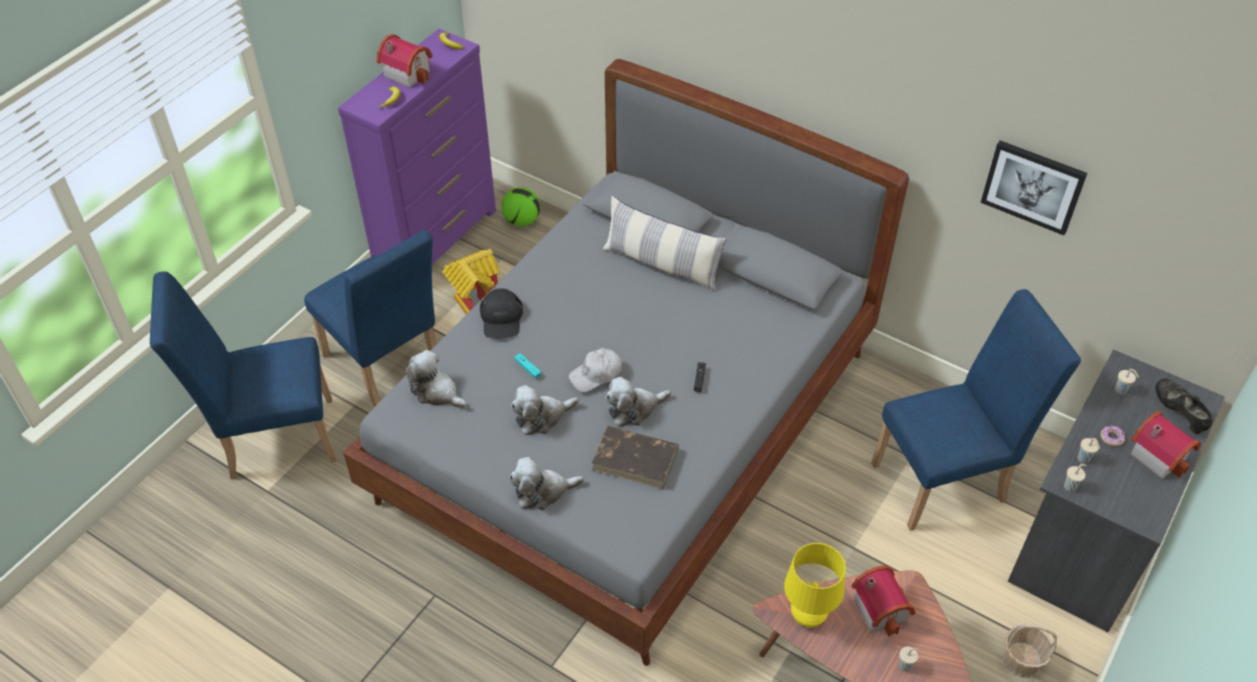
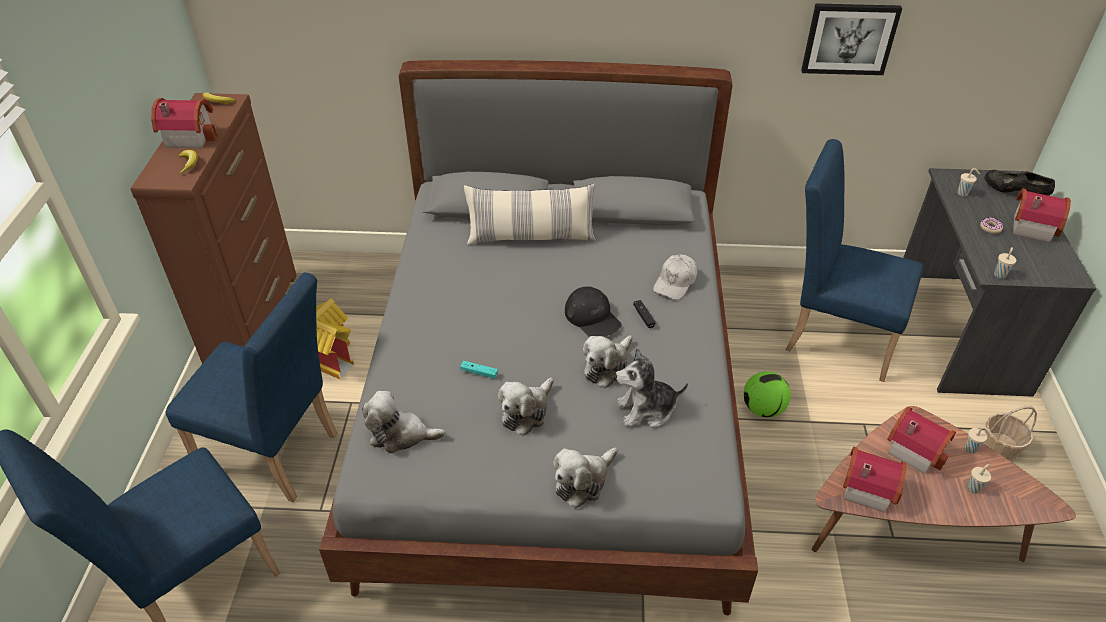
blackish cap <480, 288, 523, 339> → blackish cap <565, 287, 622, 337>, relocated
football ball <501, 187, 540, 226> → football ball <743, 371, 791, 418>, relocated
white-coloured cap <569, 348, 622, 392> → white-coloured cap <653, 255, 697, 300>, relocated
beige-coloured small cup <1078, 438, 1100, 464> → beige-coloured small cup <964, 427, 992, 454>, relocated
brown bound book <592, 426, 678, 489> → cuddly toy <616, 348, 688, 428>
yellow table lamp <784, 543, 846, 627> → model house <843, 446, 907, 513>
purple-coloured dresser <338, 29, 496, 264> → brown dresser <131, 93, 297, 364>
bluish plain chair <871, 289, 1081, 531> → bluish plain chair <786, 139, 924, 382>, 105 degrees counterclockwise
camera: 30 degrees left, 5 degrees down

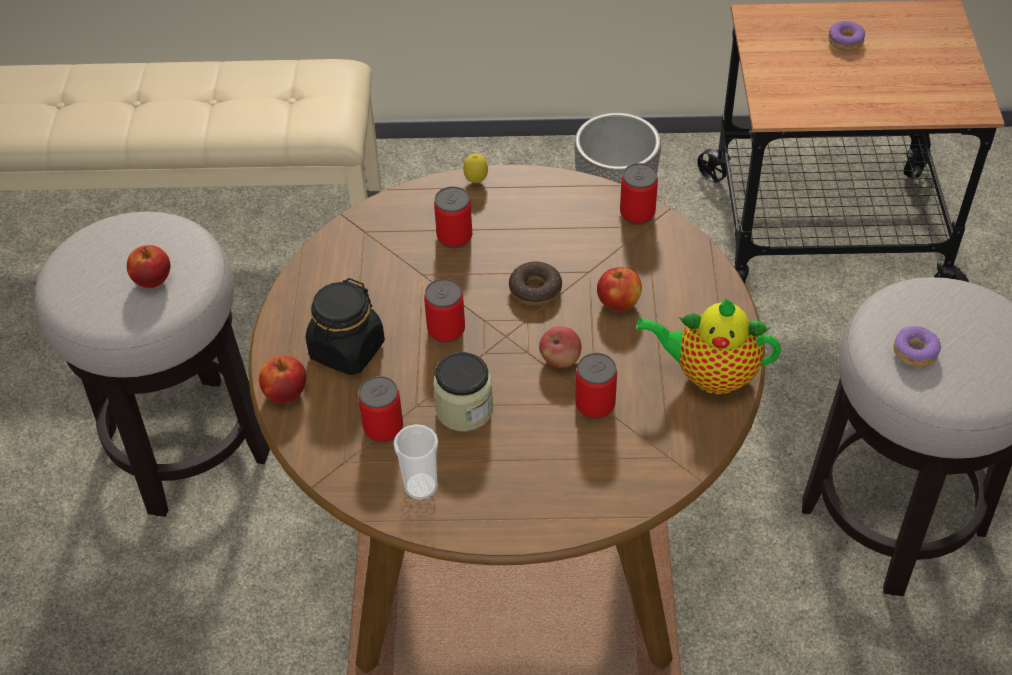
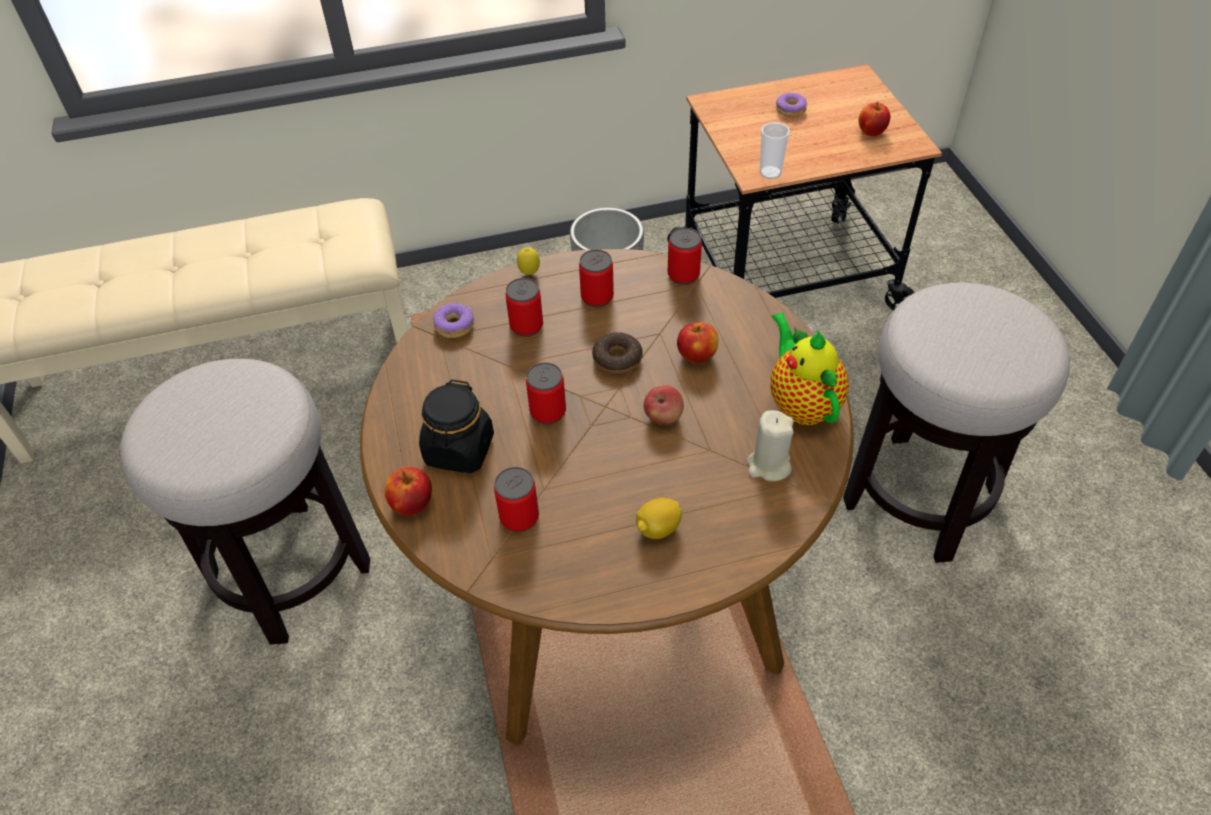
jar <433, 352, 493, 431> → -
- → whole lemon <636, 498, 682, 539>
- → beige-coloured wax candle <747, 410, 794, 481>
apple <127, 245, 170, 288> → apple <859, 102, 890, 136>, relocated
small cup <393, 424, 438, 500> → small cup <760, 122, 790, 179>, relocated
sealed can <575, 353, 617, 419> → sealed can <579, 250, 614, 307>, relocated
donut <893, 326, 941, 367> → donut <433, 303, 474, 338>, relocated
teapot <636, 298, 781, 394> → teapot <770, 312, 849, 425>, 75 degrees clockwise
camera: 15 degrees left, 0 degrees up

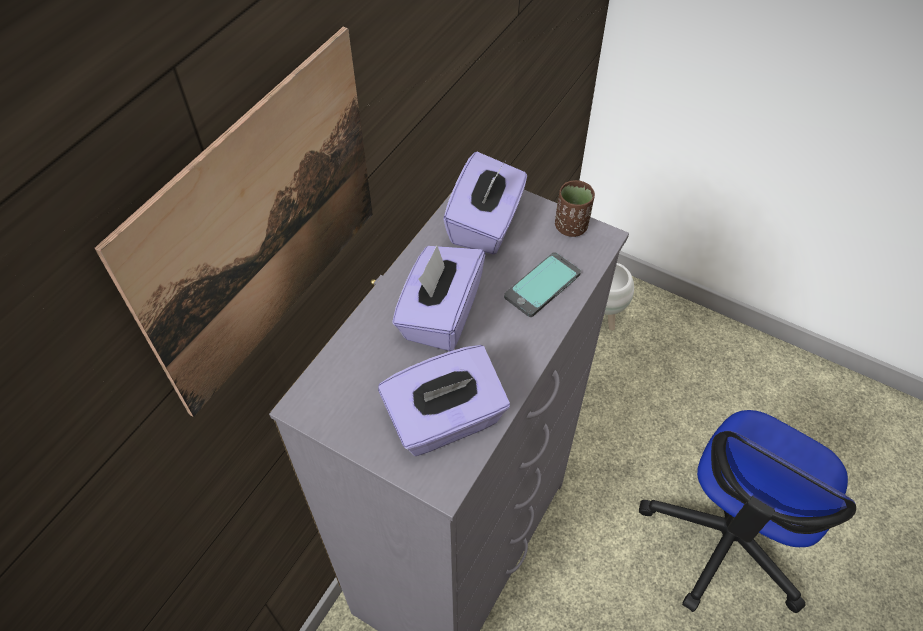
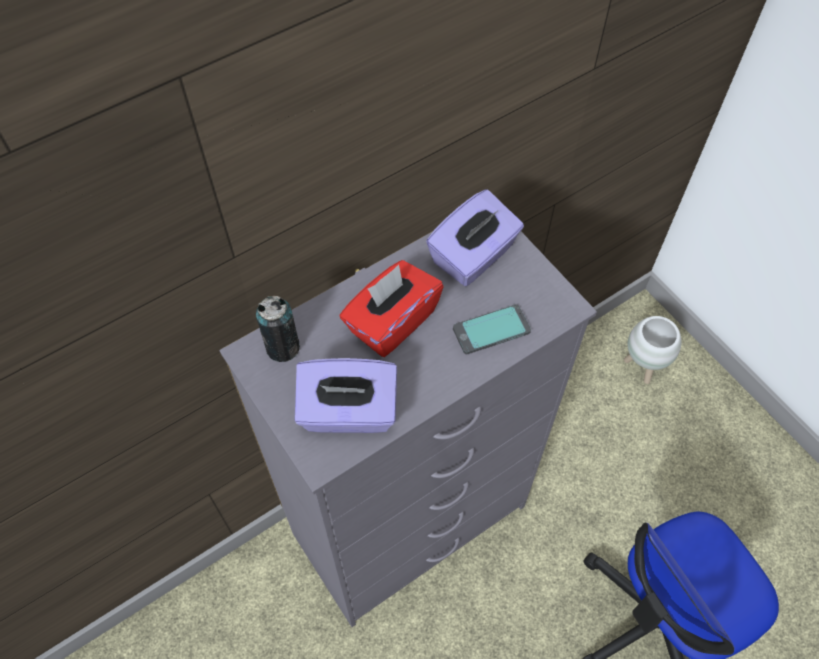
wall picture <94, 27, 373, 417> → -
brown small cup <555, 180, 595, 237> → -
- → sealed can <256, 296, 300, 362>
purple-coloured tissue box <392, 246, 485, 351> → red tissue box <340, 260, 444, 357>
camera: 25 degrees right, 5 degrees up

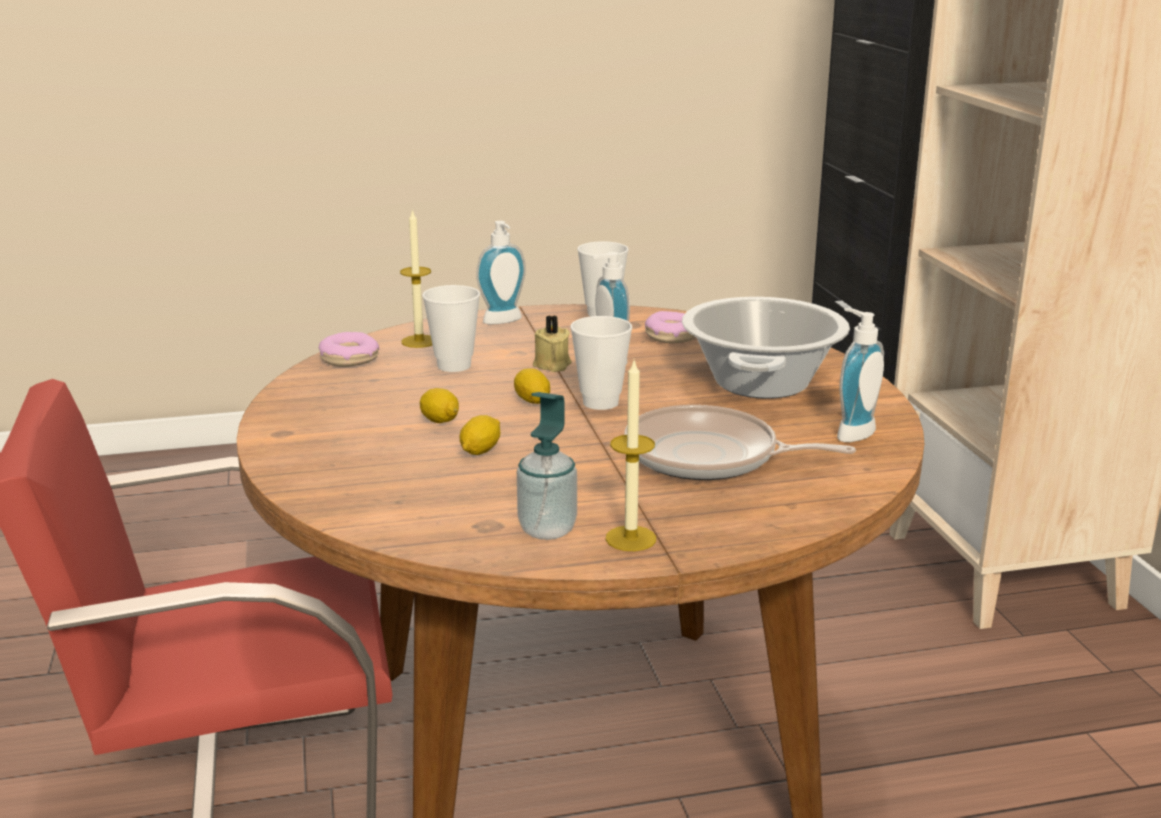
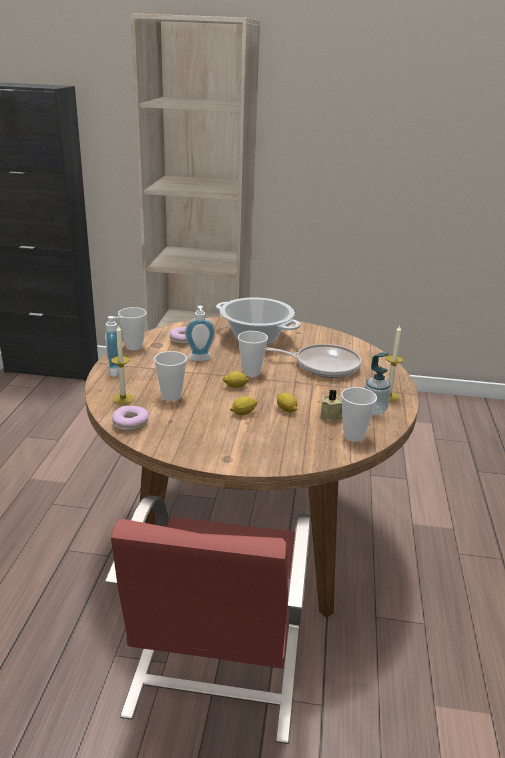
soap bottle <837, 308, 884, 442> → -
- → small cup <341, 387, 377, 442>
beige-coloured wax candle <533, 315, 572, 372> → beige-coloured wax candle <320, 390, 342, 423>, relocated
frying pan <625, 405, 856, 480> → frying pan <265, 344, 362, 378>, 120 degrees counterclockwise
camera: 70 degrees left, 5 degrees up

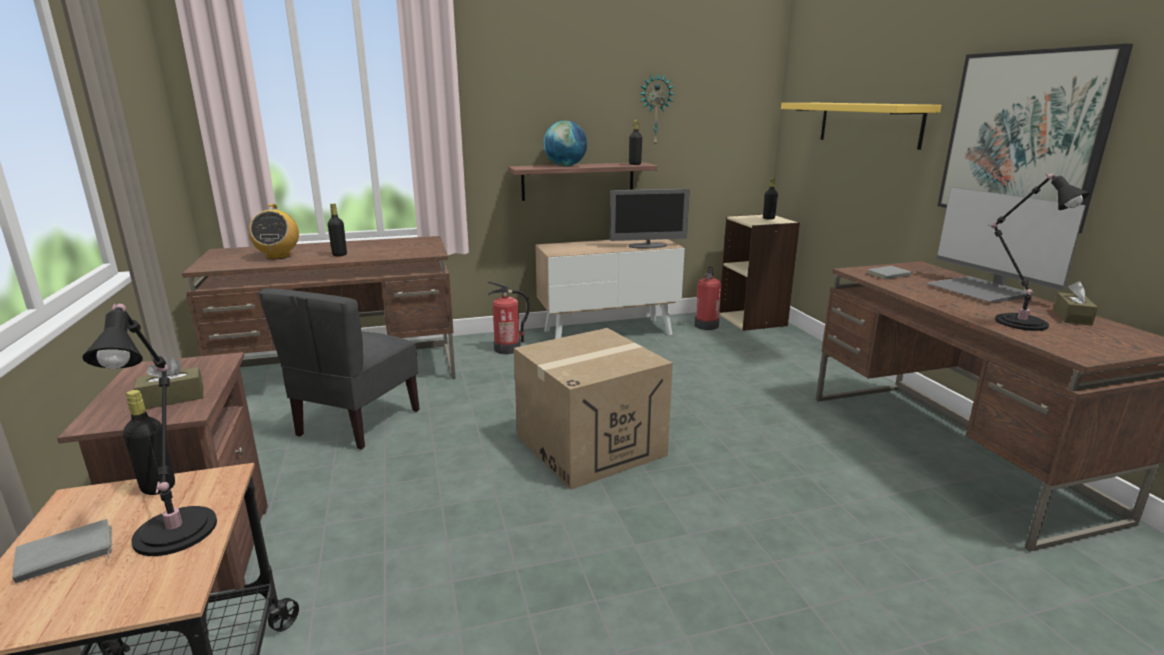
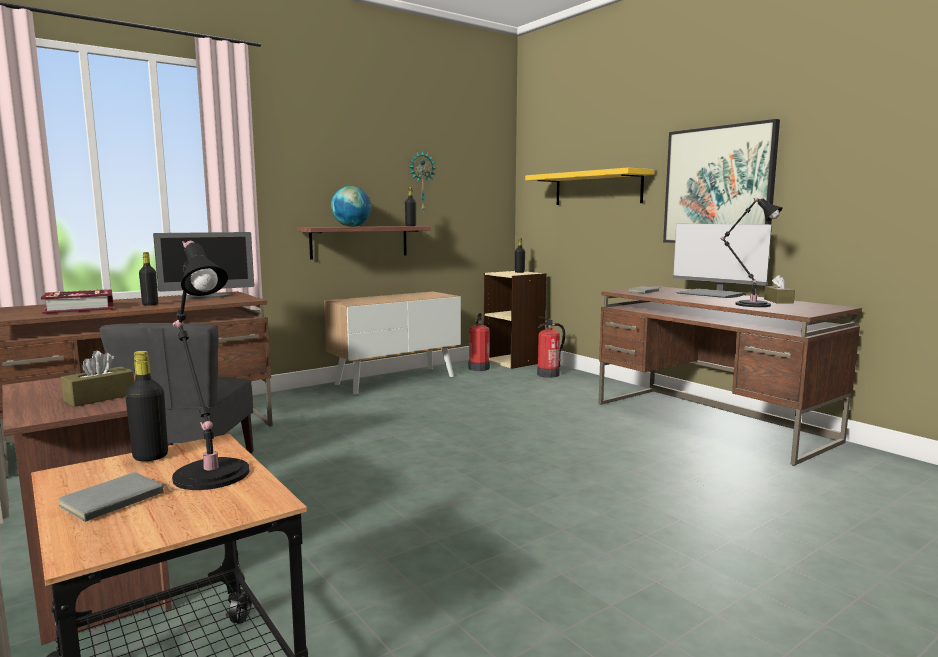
packing box <514, 328, 673, 490> → -
fire extinguisher <488, 281, 530, 354> → fire extinguisher <537, 316, 565, 378>, relocated
computer display <610, 189, 690, 249> → computer display <153, 232, 254, 299>, relocated
radio set <249, 204, 299, 259> → bound book <41, 289, 113, 314>
camera: 20 degrees left, 10 degrees down

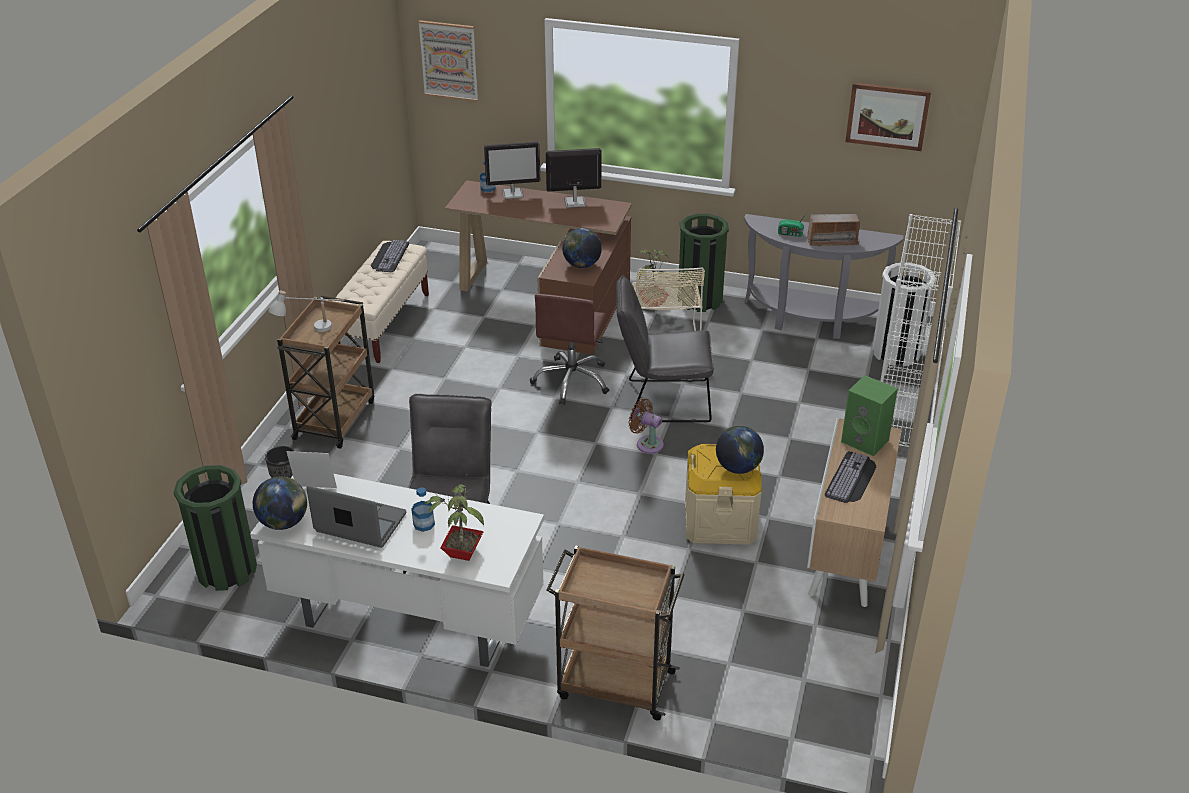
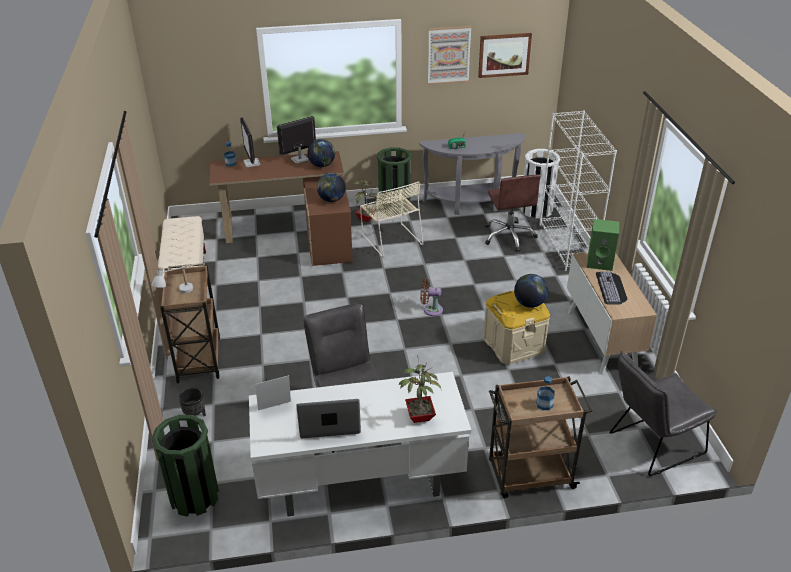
PC keyboard <371, 240, 409, 272> → -
radio set <807, 214, 860, 246> → -
world globe <253, 476, 307, 530> → world globe <307, 139, 335, 167>, relocated
beverage bottle <411, 487, 435, 532> → beverage bottle <536, 376, 554, 410>, relocated
wall picture <418, 20, 478, 102> → wall picture <428, 26, 471, 85>, relocated
brown desk chair <530, 294, 609, 405> → brown desk chair <485, 175, 541, 252>, relocated
gray plain chair <616, 275, 715, 423> → gray plain chair <610, 351, 717, 476>, relocated
computer display <484, 142, 540, 199> → computer display <240, 117, 260, 167>, 105 degrees clockwise
camera: 25 degrees left, 0 degrees up

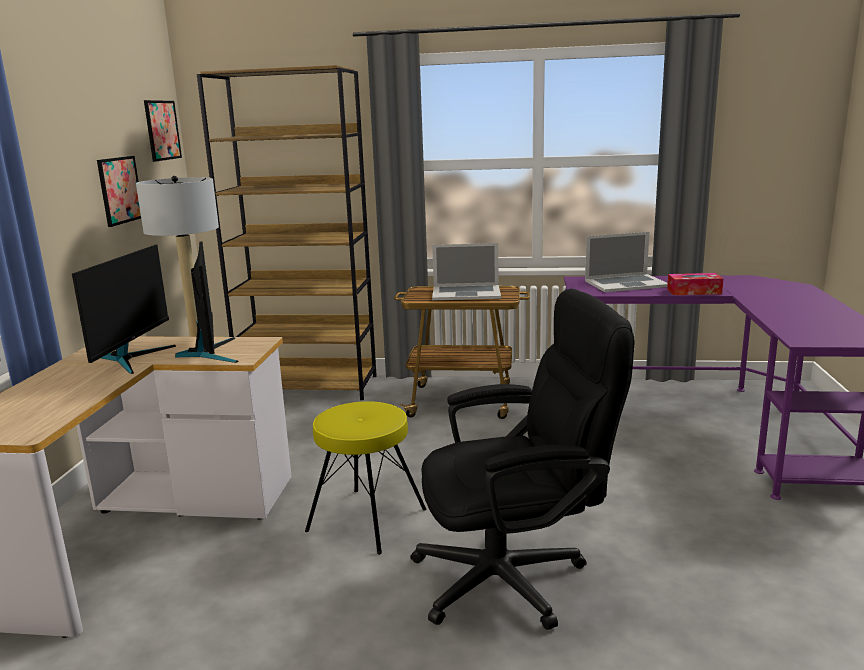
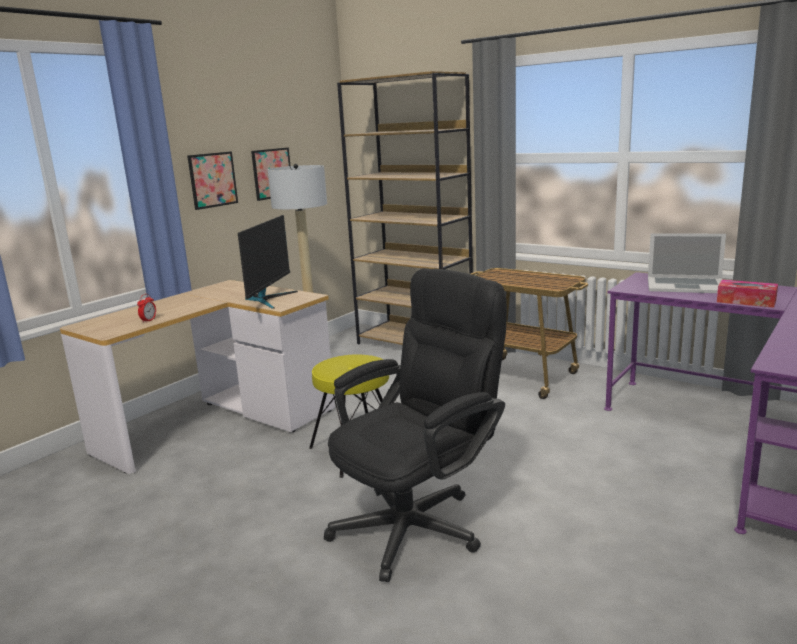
computer display <72, 244, 176, 374> → -
laptop <432, 243, 501, 300> → -
- → bedside clock <137, 294, 156, 323>
wall picture <144, 100, 182, 162> → wall picture <187, 151, 238, 210>, relocated
blackish desk chair <410, 289, 635, 630> → blackish desk chair <324, 268, 507, 582>, 60 degrees counterclockwise
camera: 30 degrees right, 0 degrees up

